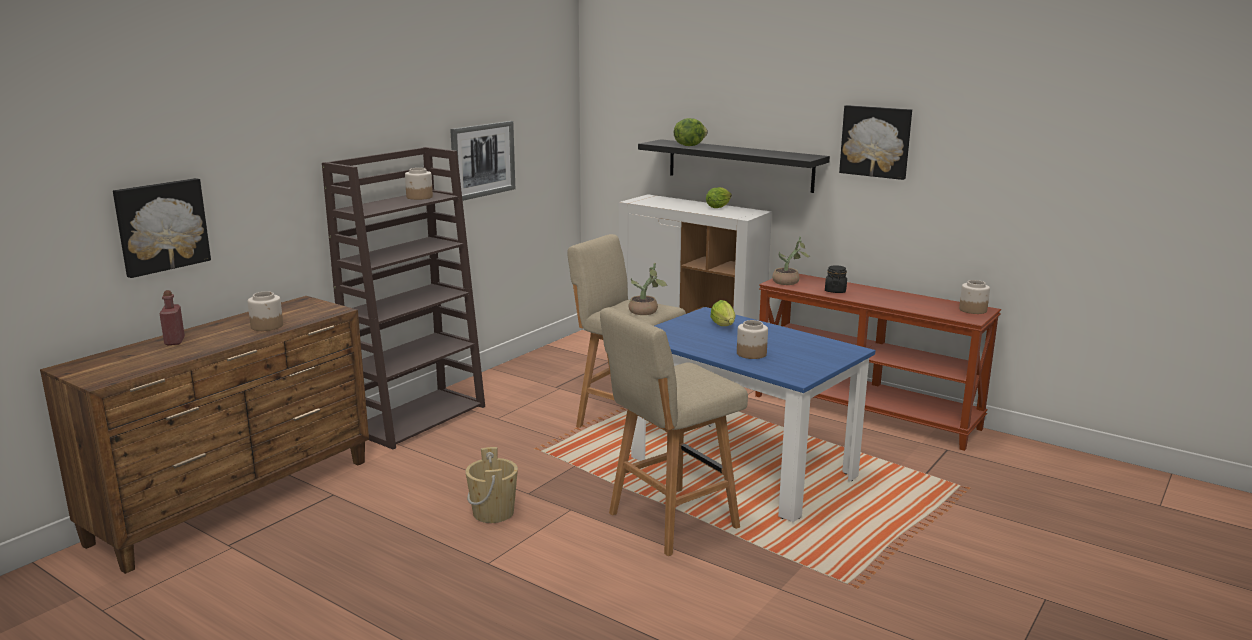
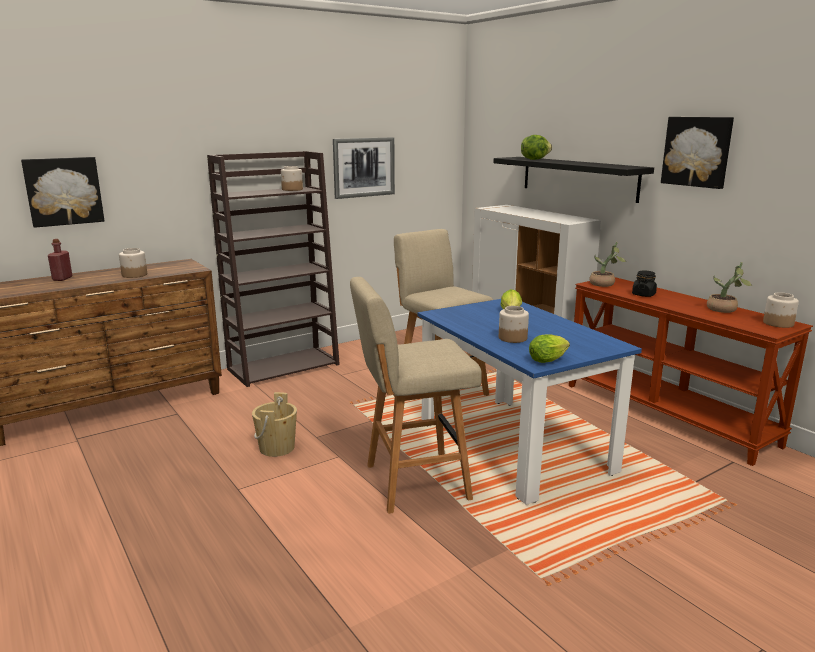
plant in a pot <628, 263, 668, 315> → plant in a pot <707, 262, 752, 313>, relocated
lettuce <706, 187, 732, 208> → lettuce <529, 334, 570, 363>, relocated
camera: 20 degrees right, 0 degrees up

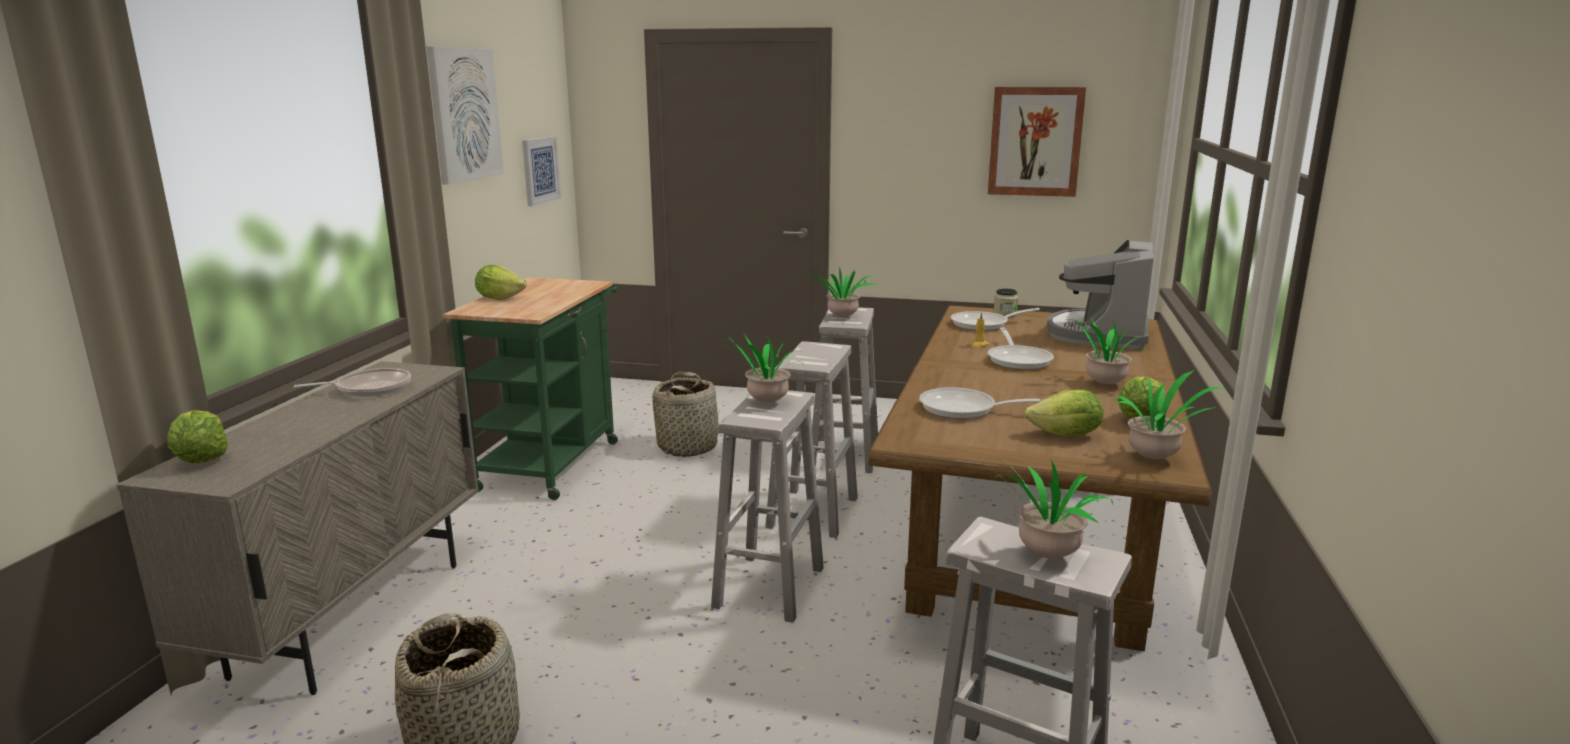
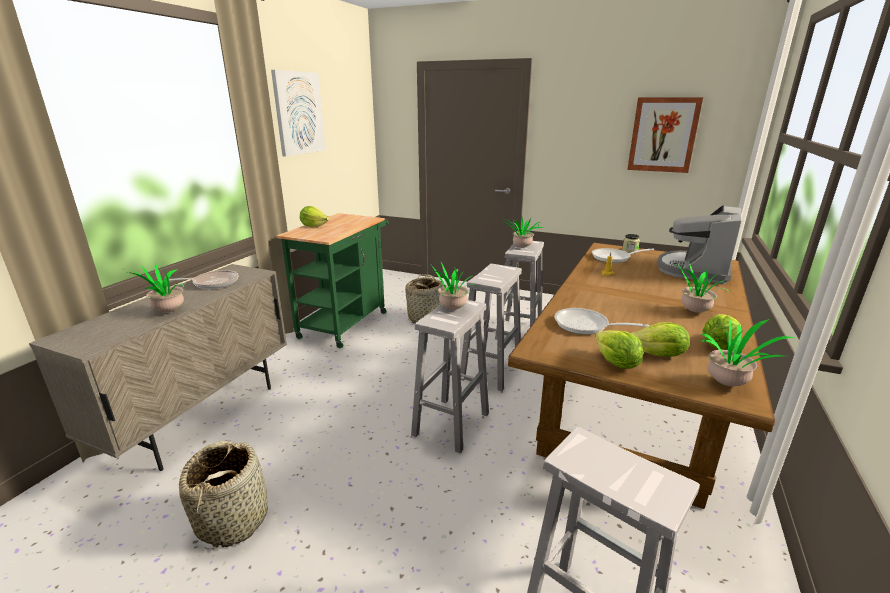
wall picture <522, 136, 561, 206> → -
frying pan <988, 327, 1054, 370> → -
lettuce <168, 410, 229, 463> → lettuce <595, 330, 643, 369>, relocated
plant in a pot <985, 460, 1113, 559> → plant in a pot <128, 262, 184, 312>, relocated
camera: 10 degrees right, 5 degrees up

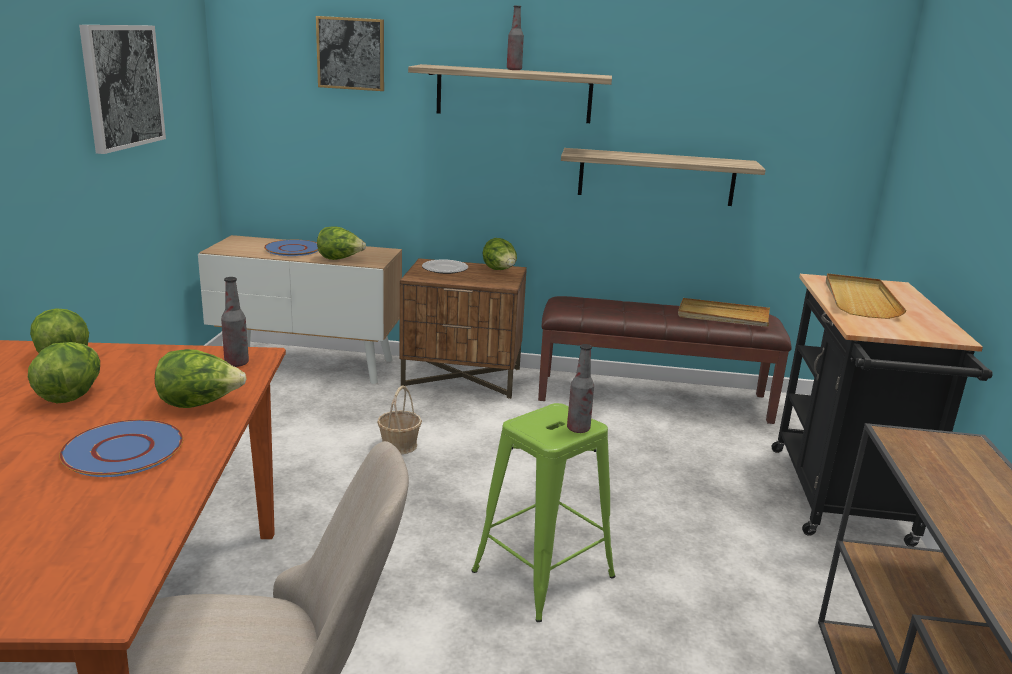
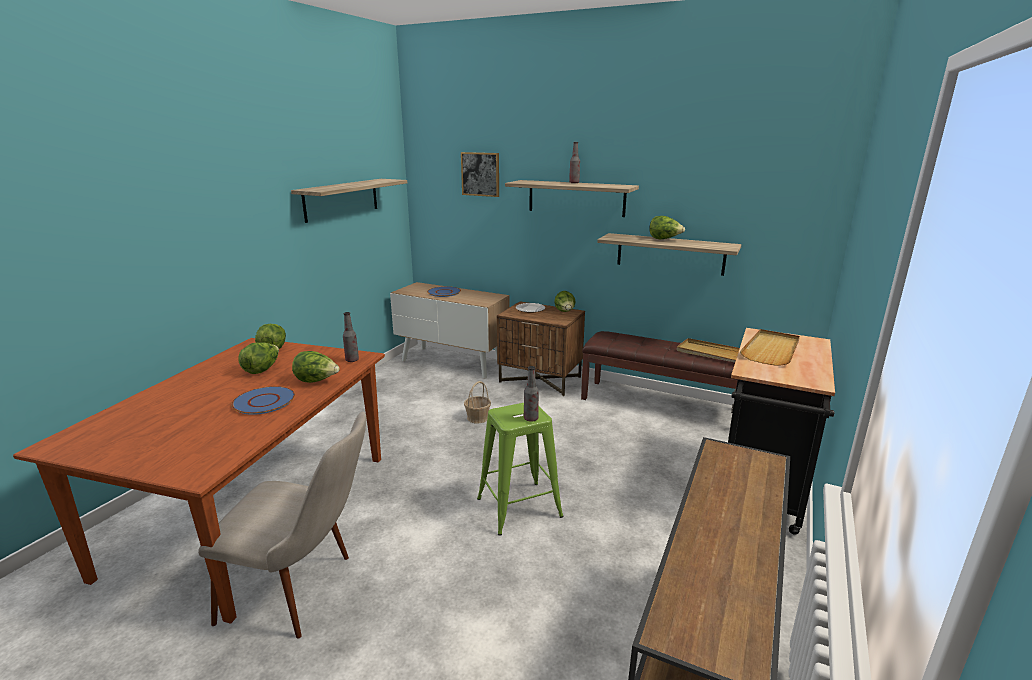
lettuce <317, 227, 366, 260> → lettuce <649, 216, 685, 239>, relocated
wall picture <79, 25, 166, 154> → wall shelf <291, 179, 407, 223>
camera: 20 degrees right, 0 degrees up

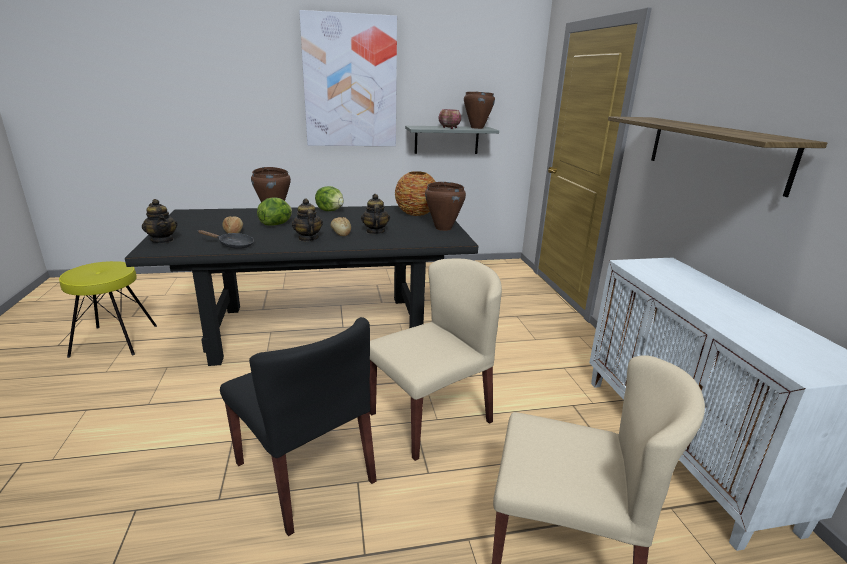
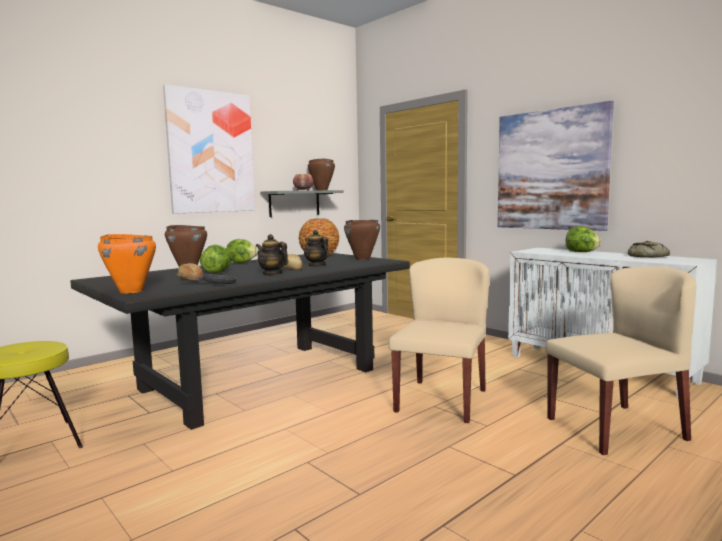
blackish plain chair <220, 317, 377, 536> → -
- → lettuce <566, 226, 601, 252>
- → bakery bread <628, 241, 670, 257>
teapot <142, 199, 177, 243> → orangey stockpot <98, 234, 156, 294>
wall shelf <608, 116, 827, 197> → wall picture <498, 101, 614, 231>
camera: 30 degrees left, 15 degrees down

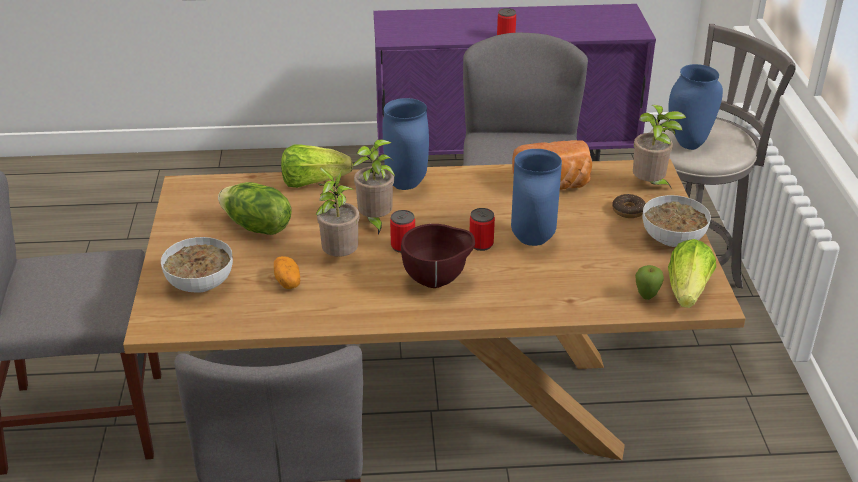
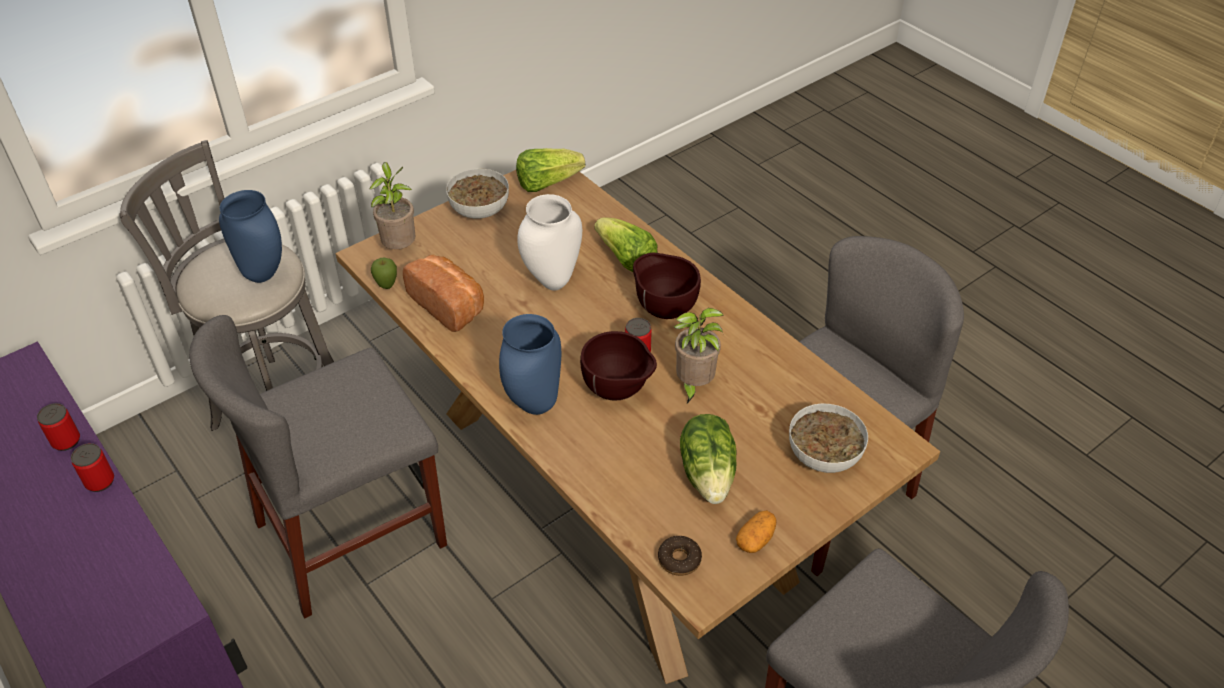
spud <274, 256, 300, 289> → spud <736, 510, 777, 553>, relocated
lettuce <281, 144, 353, 188> → lettuce <594, 217, 658, 272>, relocated
sealed can <470, 208, 495, 251> → sealed can <37, 403, 80, 451>, relocated
donut <612, 194, 646, 218> → donut <658, 536, 702, 576>, relocated
apple <635, 265, 664, 300> → apple <371, 258, 397, 289>, relocated
plant in a pot <352, 139, 395, 235> → brown serving bowl <580, 331, 657, 401>
bluish decorative vase <511, 149, 562, 246> → white-coloured decorative vase <517, 194, 582, 291>
camera: 125 degrees left, 10 degrees up

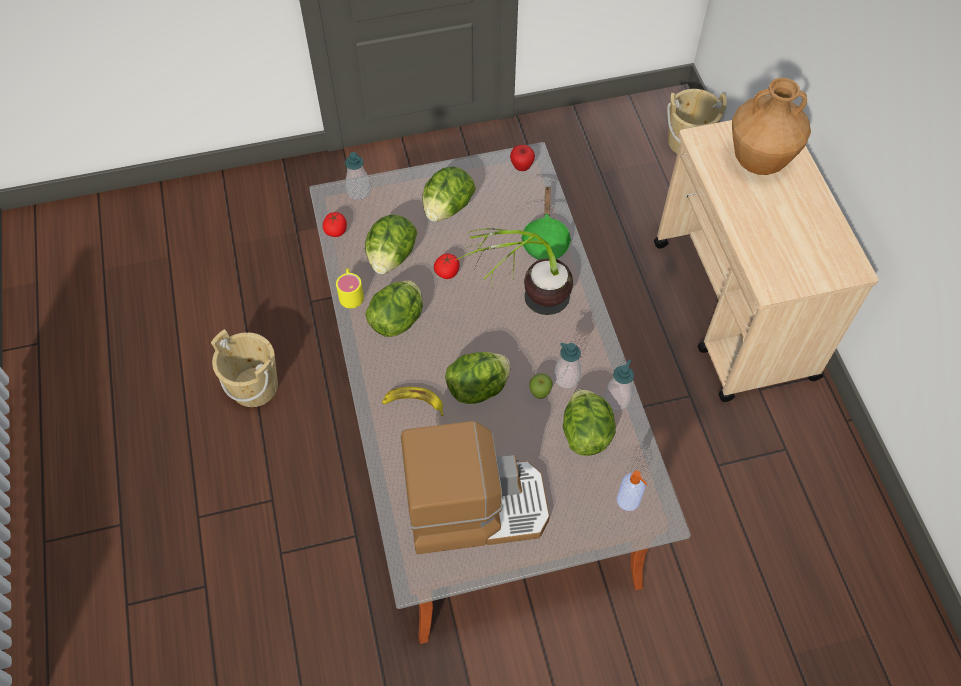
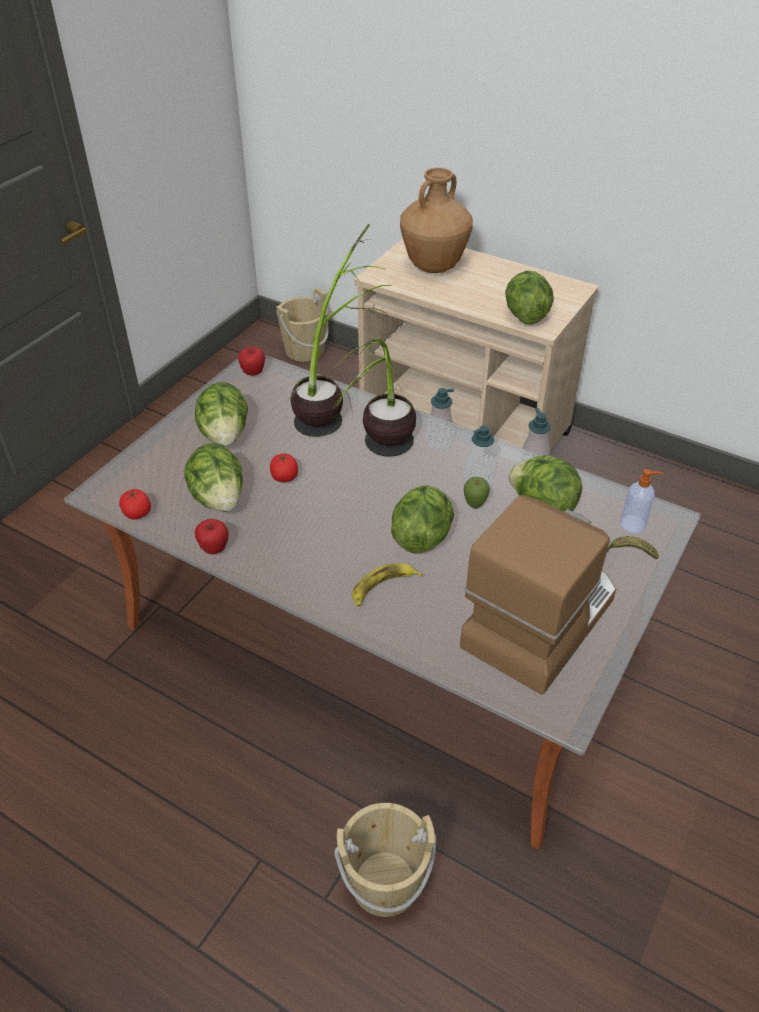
- → banana fruit <607, 536, 659, 559>
beige-coloured pail <211, 329, 278, 407> → beige-coloured pail <334, 803, 436, 917>, relocated
soap bottle <345, 152, 370, 200> → soap bottle <426, 388, 454, 450>, relocated
lettuce <365, 280, 423, 337> → lettuce <505, 271, 554, 324>, relocated
yellow mug <336, 268, 364, 308> → apple <195, 519, 229, 554>
green frying pan <521, 185, 571, 260> → plant in a pot <291, 224, 391, 437>
camera: 45 degrees left, 15 degrees down

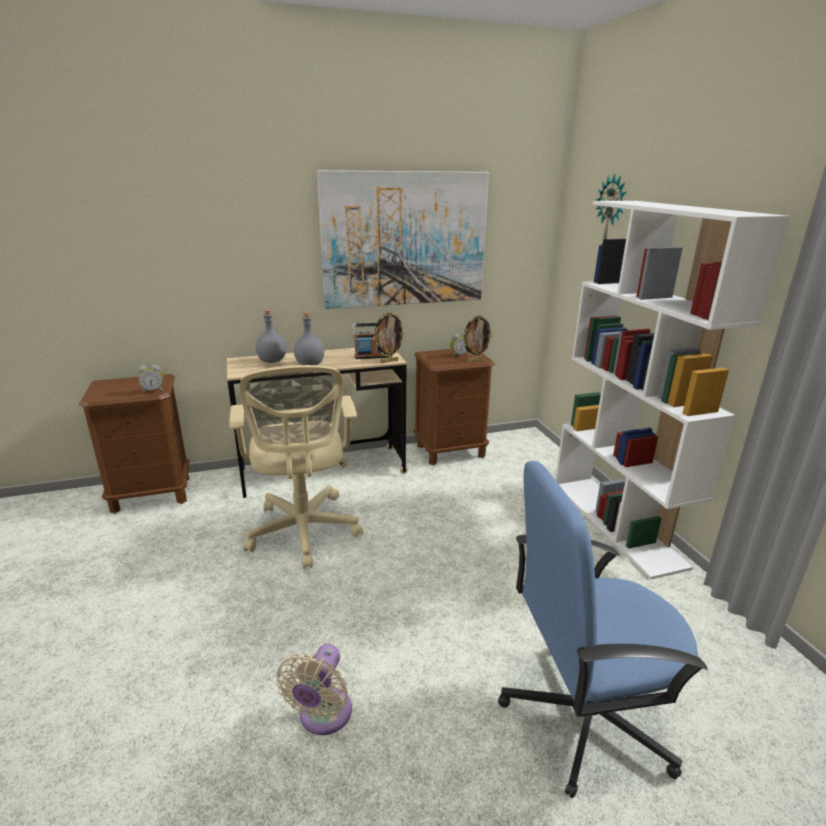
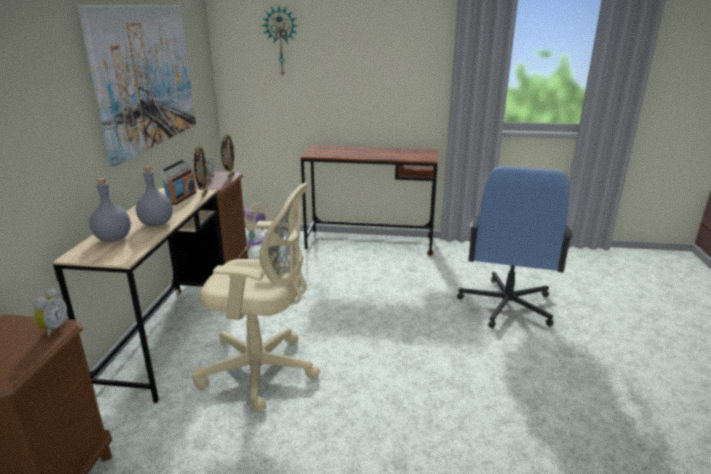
beige-coloured cooling fan <276, 644, 352, 735> → beige-coloured cooling fan <244, 202, 271, 245>, relocated
white-coloured bookshelf <555, 201, 790, 580> → brown desk <301, 145, 438, 256>
camera: 65 degrees left, 0 degrees up

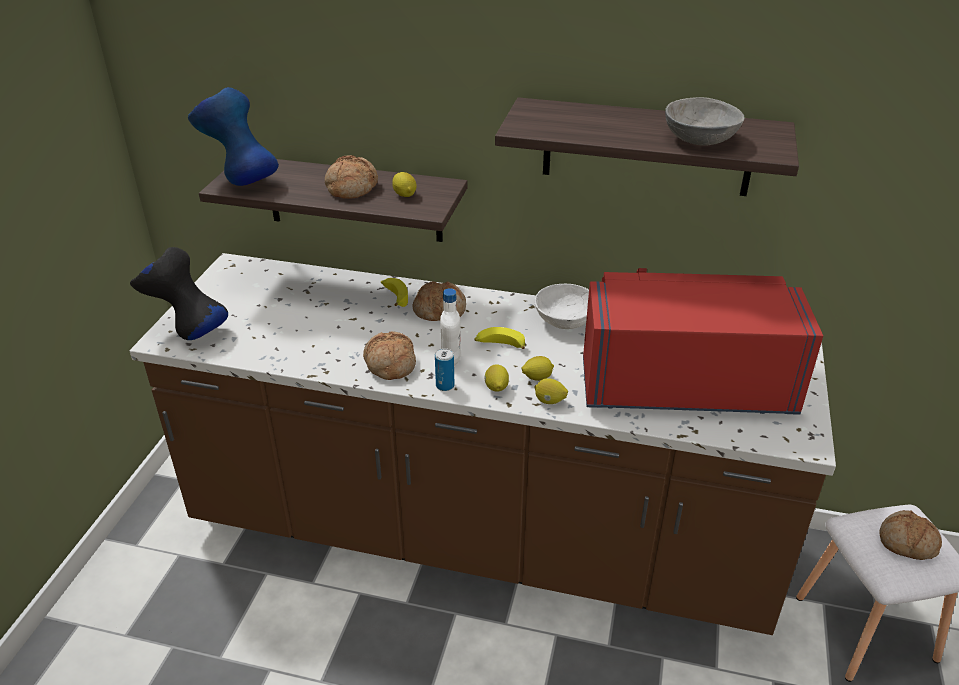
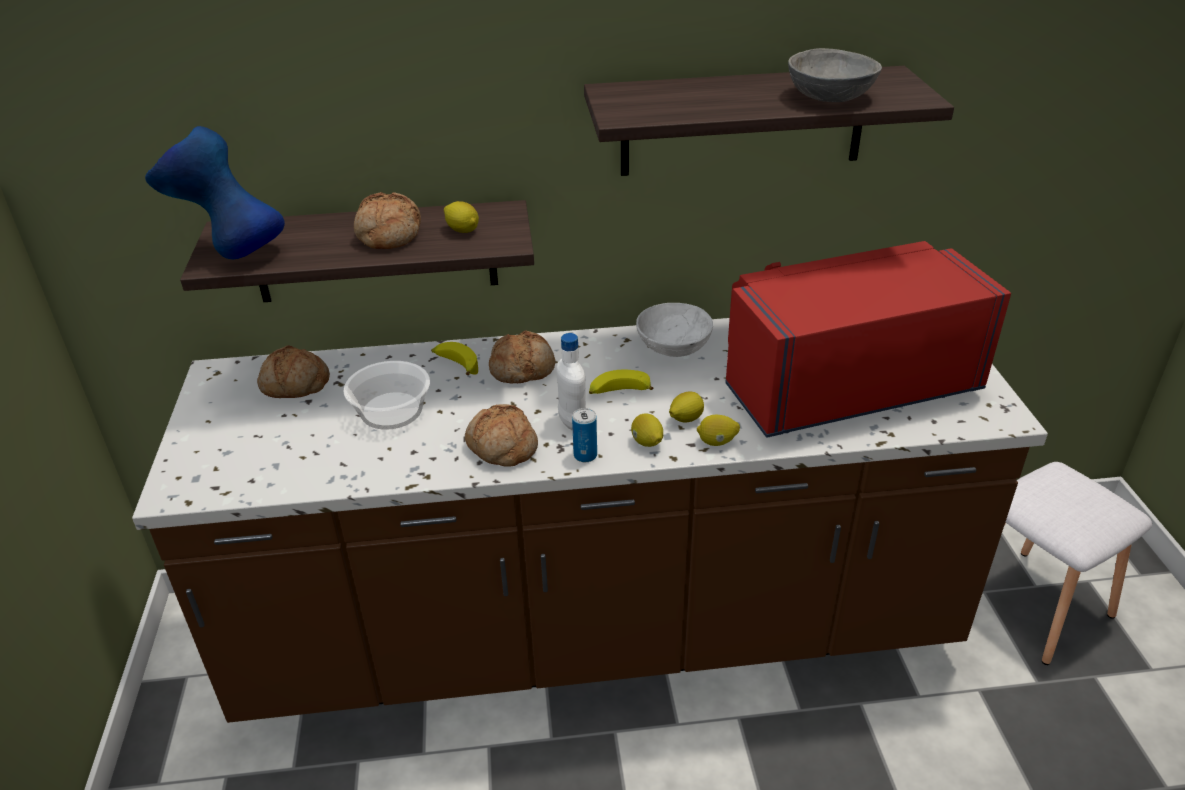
blackish decorative vase <130, 247, 228, 340> → -
- → serving bowl <343, 361, 430, 430>
bakery bread <879, 510, 942, 560> → bakery bread <257, 345, 330, 398>, relocated
camera: 20 degrees left, 0 degrees up

